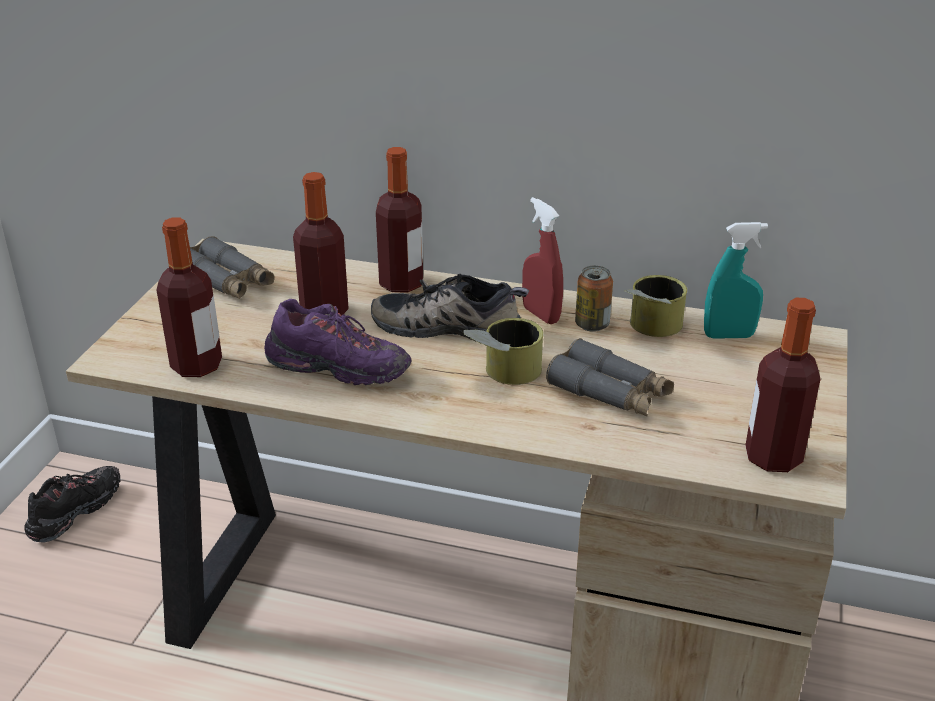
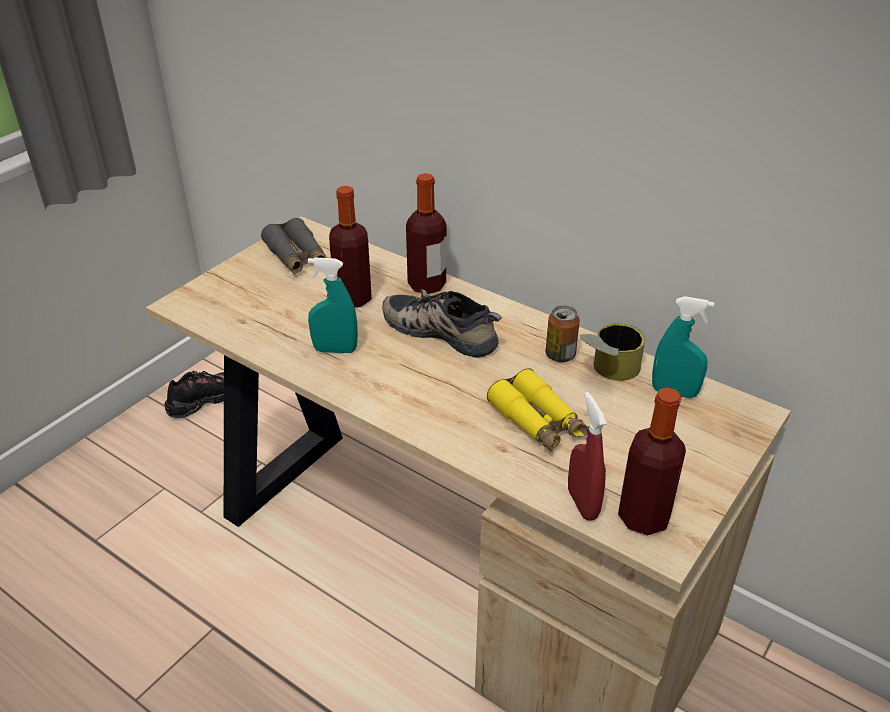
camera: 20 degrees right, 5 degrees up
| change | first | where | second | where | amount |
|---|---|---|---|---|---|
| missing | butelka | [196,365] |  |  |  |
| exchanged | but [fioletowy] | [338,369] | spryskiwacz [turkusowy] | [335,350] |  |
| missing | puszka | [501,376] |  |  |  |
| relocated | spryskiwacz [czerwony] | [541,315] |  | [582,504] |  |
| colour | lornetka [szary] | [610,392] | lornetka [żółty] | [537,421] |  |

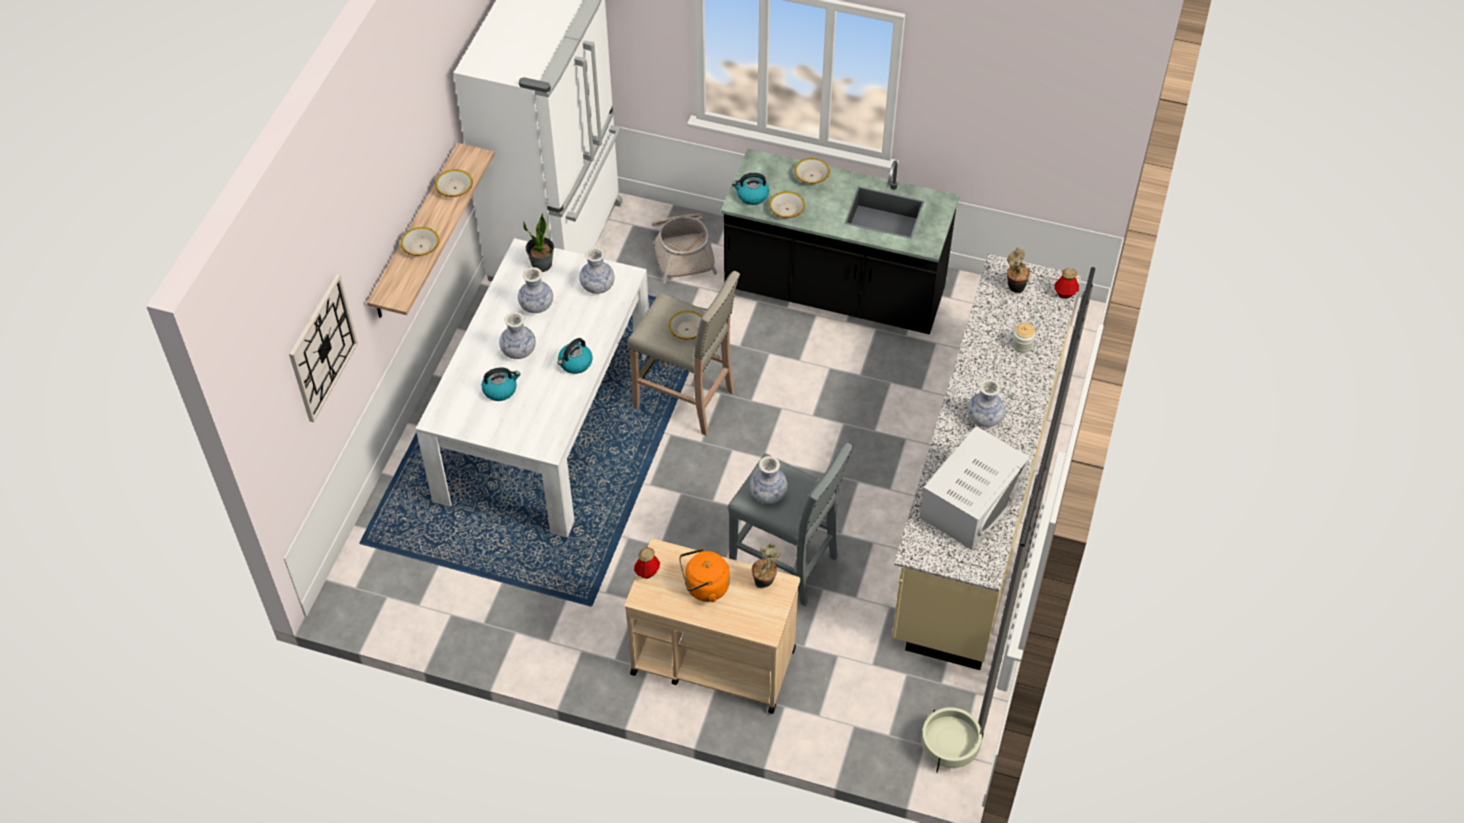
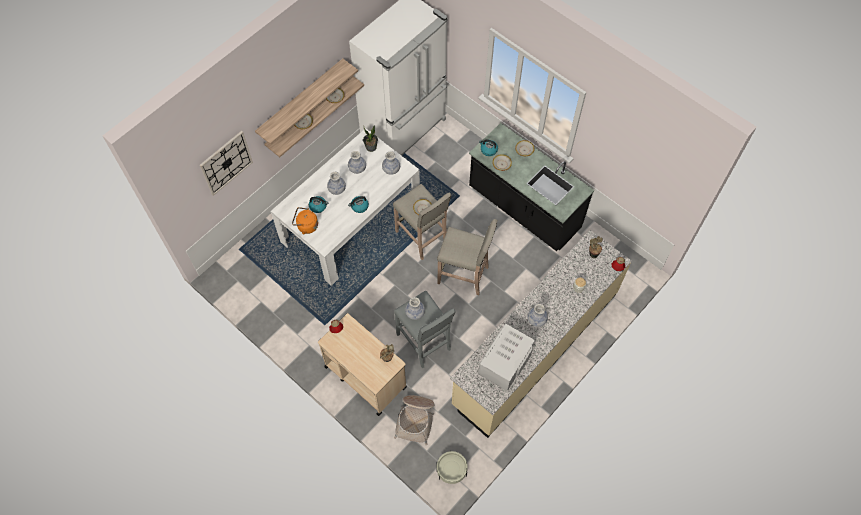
camera: 25 degrees right, 10 degrees up
| change | first | where | second | where | amount |
|---|---|---|---|---|---|
| relocated | koszyk | [682,252] |  | [415,419] |  |
| relocated | czajnik [pomarańczowy] | [704,587] |  | [306,226] |  |
| spun | mikrofalówka [biały] | [971,502] |  | [505,362] | 150 degrees clockwise |
| appeared |  |  | półka | [301,100] |  |
| appeared |  |  | stołek [beżowy] | [464,275] |  |

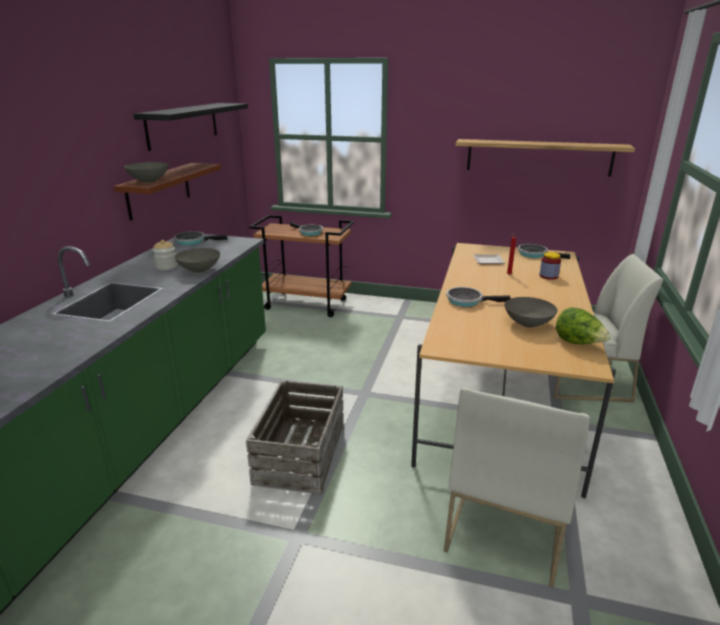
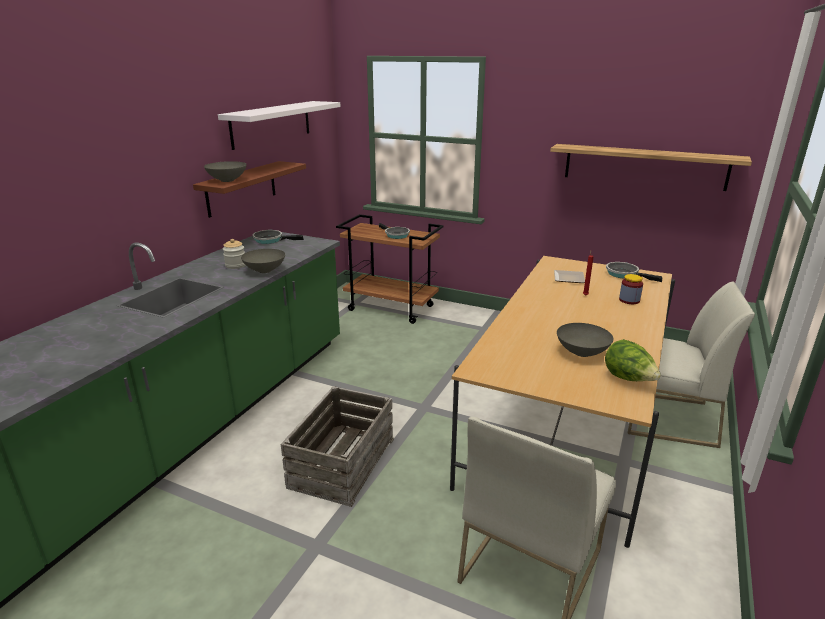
camera: 10 degrees right, 0 degrees up
| change | first | where | second | where | amount |
|---|---|---|---|---|---|
| colour | półka [czarny] | [183,125] | półka [biały] | [271,124] |  |
| missing | patelnia | [467,301] |  |  |  |

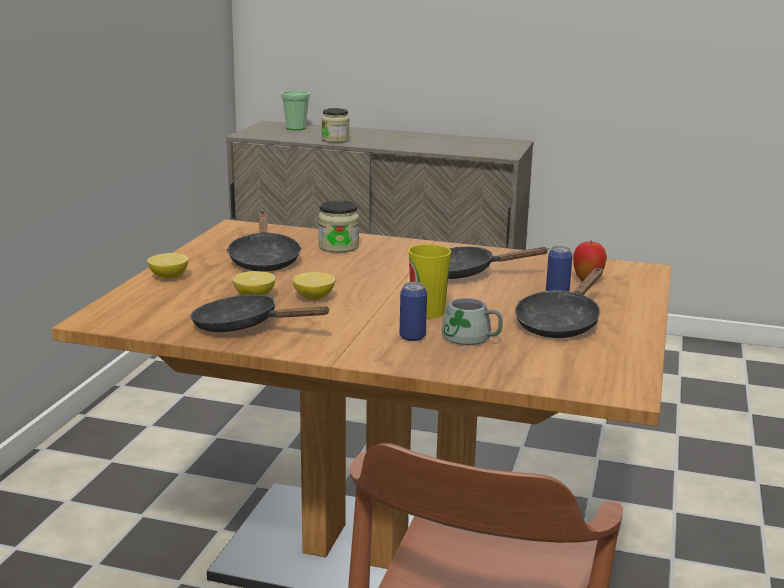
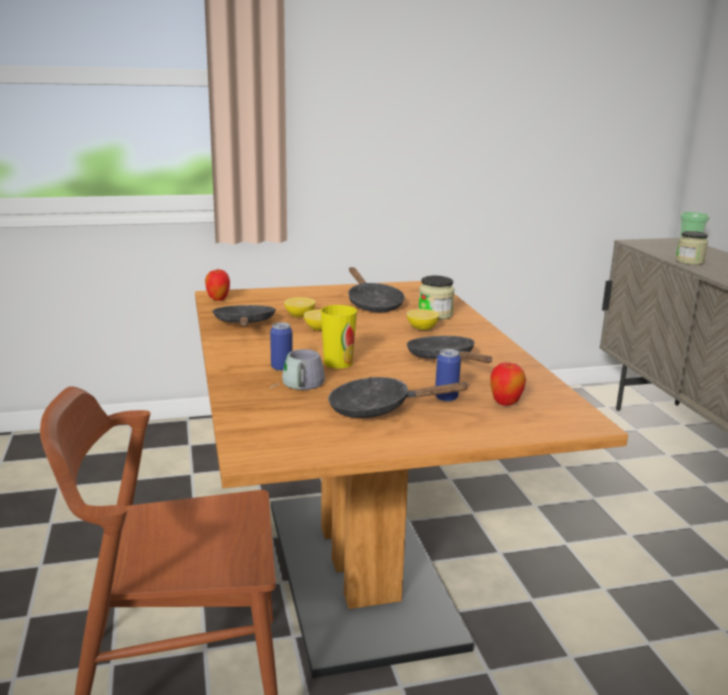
camera: 60 degrees right, 0 degrees up
| change | first | where | second | where | amount |
|---|---|---|---|---|---|
| relocated | cytryna | [169,277] |  | [422,328] |  |
| spun | patelnia [czarny] | [264,259] |  | [372,304] | 75 degrees counterclockwise |
| appeared |  |  | jabłko | [218,299] |  |

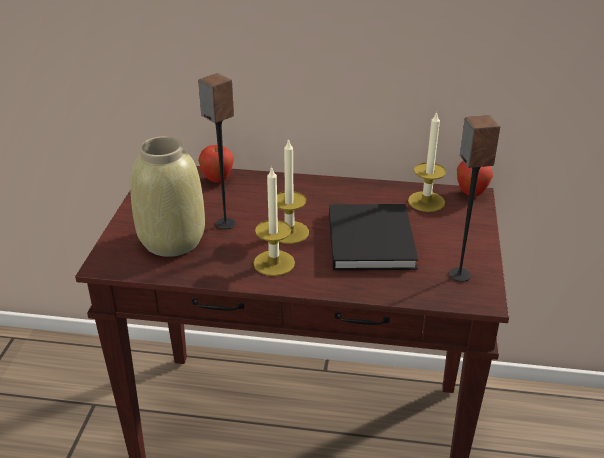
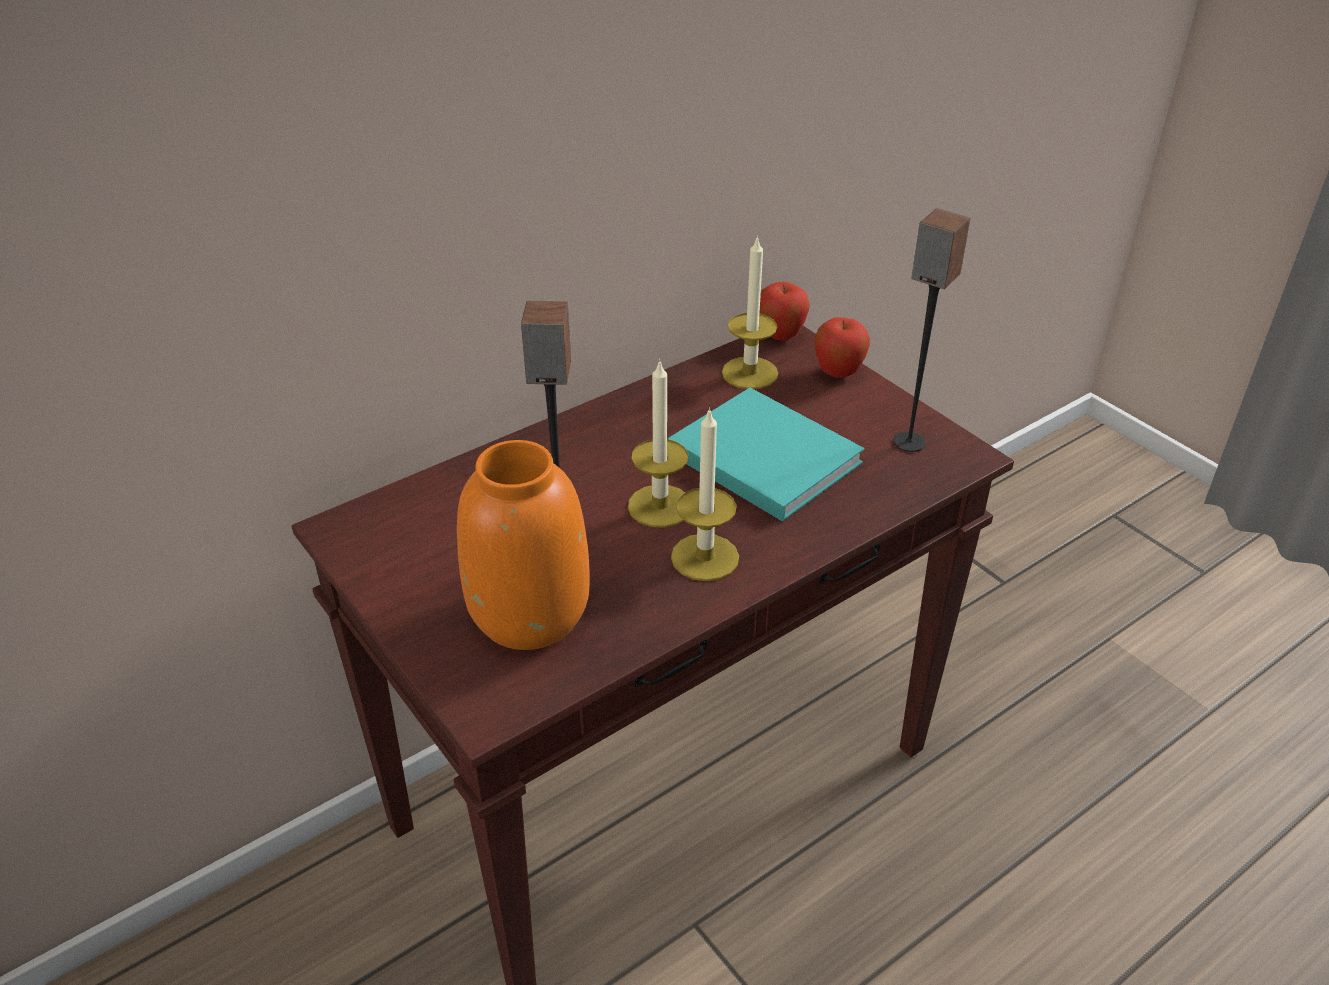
camera: 45 degrees left, 5 degrees up
| change | first | where | second | where | amount |
|---|---|---|---|---|---|
| colour | wazon [beżowy] | [173,241] | wazon [pomarańczowy] | [531,614] |  |
| relocated | jabłko | [217,180] |  | [838,373] |  |
| colour | książka [czarny] | [370,238] | książka [turkusowy] | [760,455] |  |

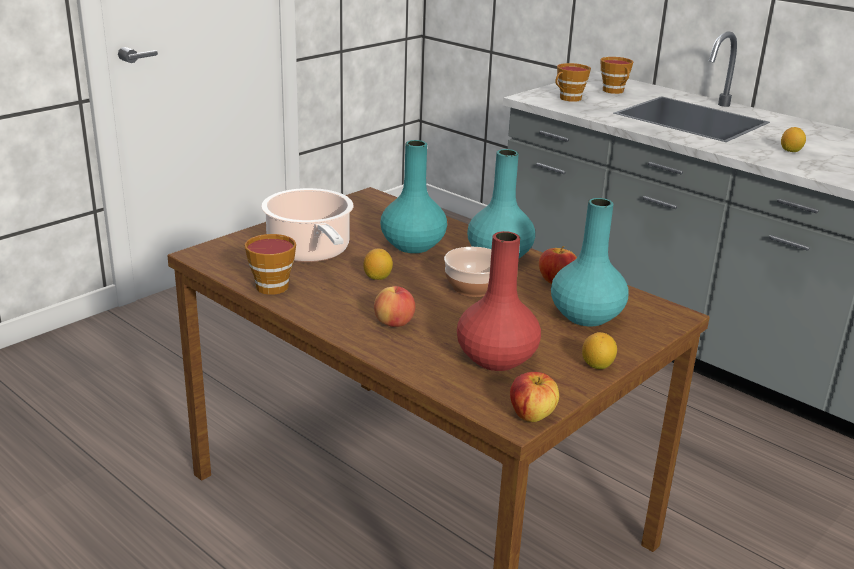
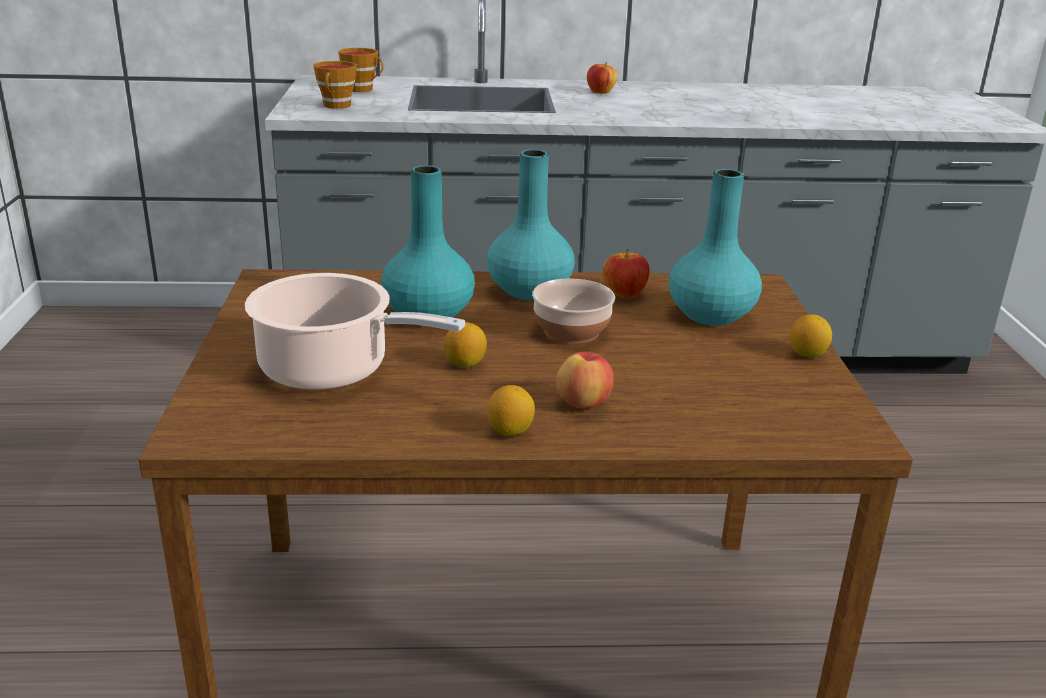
camera: 45 degrees left, 0 degrees up
| change | first | where | second | where | amount |
|---|---|---|---|---|---|
| missing | filiżanka | [271,285] |  |  |  |
| missing | wazon [czerwony] | [495,359] |  |  |  |
| relocated | jabłko | [531,415] |  | [600,92] |  |
| relocated | cytryna | [791,151] |  | [510,431] |  |

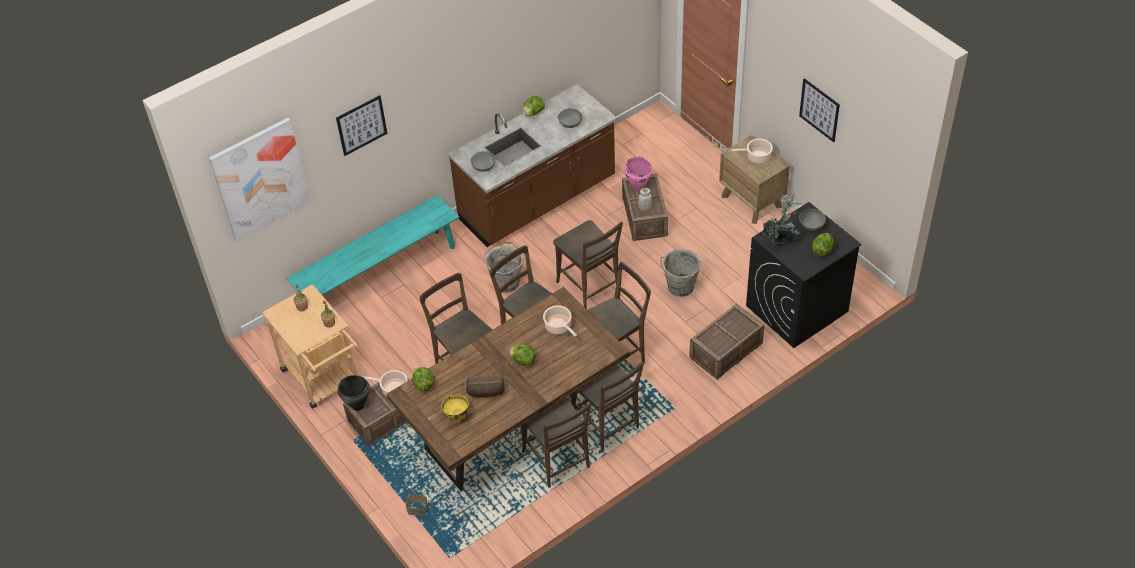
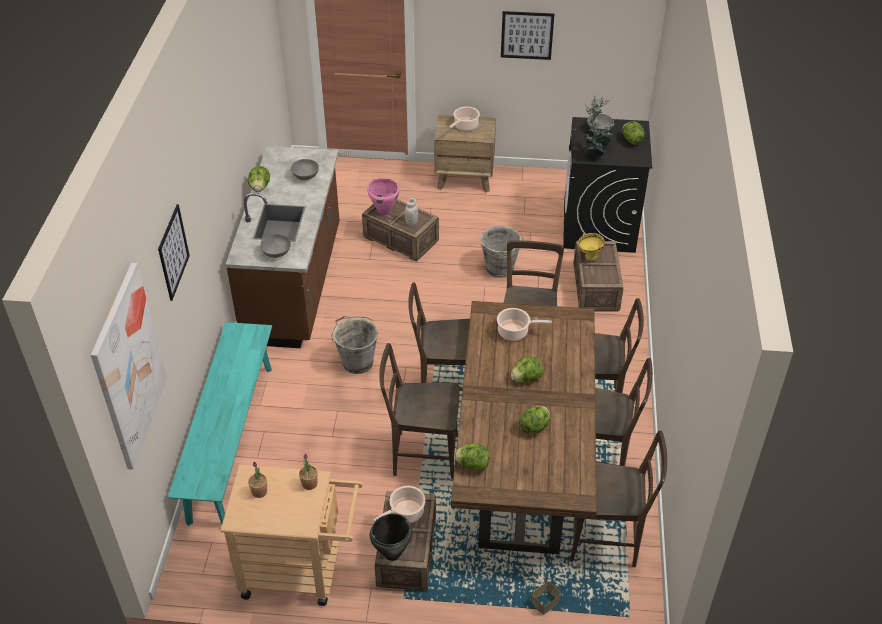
camera: 50 degrees left, 5 degrees down
| change | first | where | second | where | amount |
|---|---|---|---|---|---|
| relocated | miska [żółty] | [456,417] |  | [589,257] |  |
| exchanged | chleb | [486,392] | sałata | [535,427] |  |
| relocated | krzesło [brązowy] | [590,288] |  | [607,540] |  |

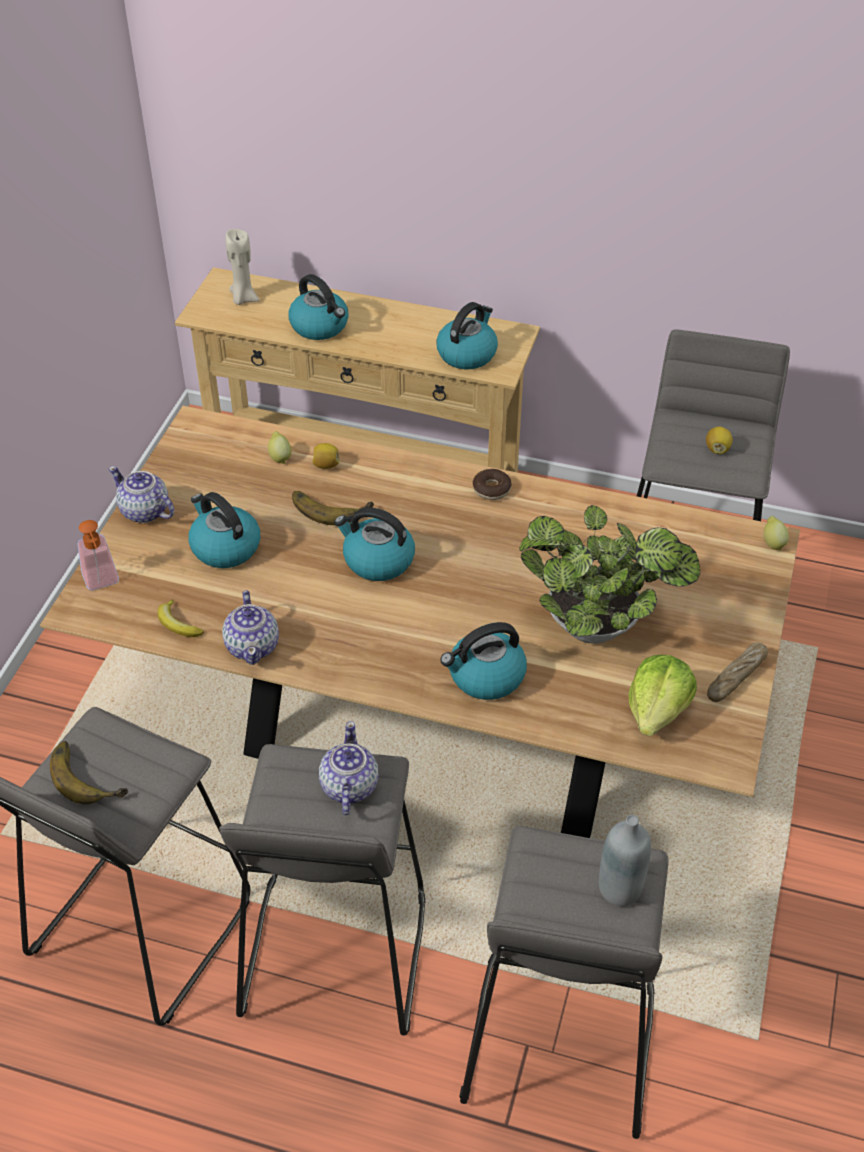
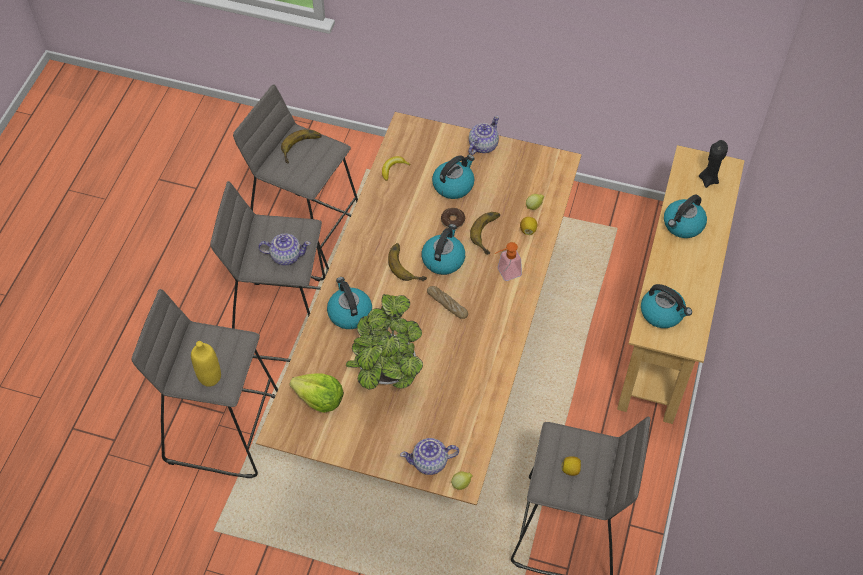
camera: 90 degrees right, 10 degrees up
| change | first | where | second | where | amount |
|---|---|---|---|---|---|
| relocated | dozownik mydła | [102,582] |  | [505,273] |  |
| relocated | imbryk | [253,646] |  | [430,462] |  |
| colour | świeca [beżowy] | [243,298] | świeca [czarny] | [708,179] |  |
| relocated | donut | [491,489] |  | [453,221] |  |
| colour | butelka [szary] | [620,889] | butelka [żółty] | [210,377] |  |
| relocated | chleb | [736,677] |  | [447,304] |  |
| appeared |  |  | banan | [408,264] |  |

